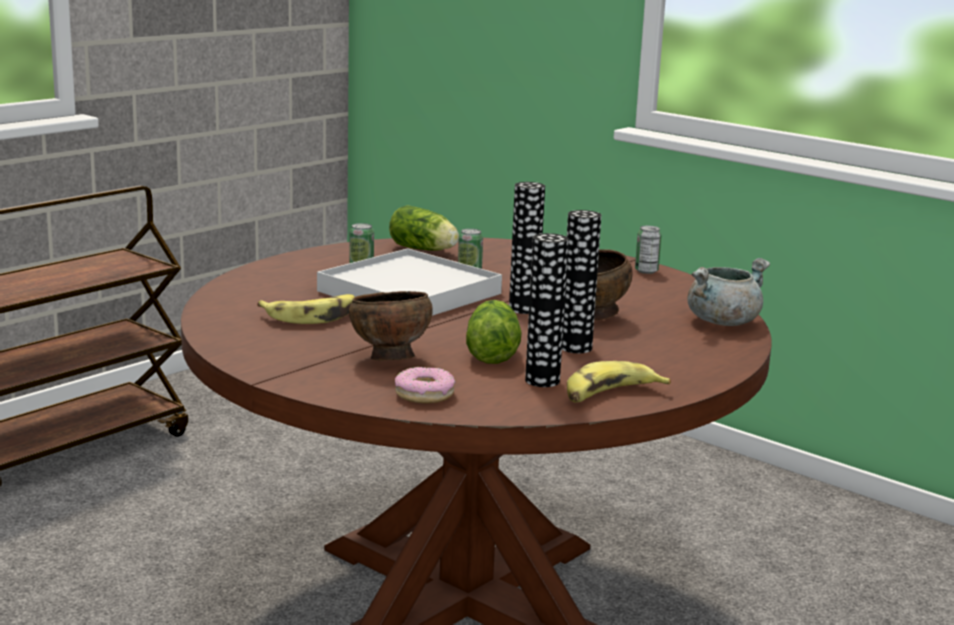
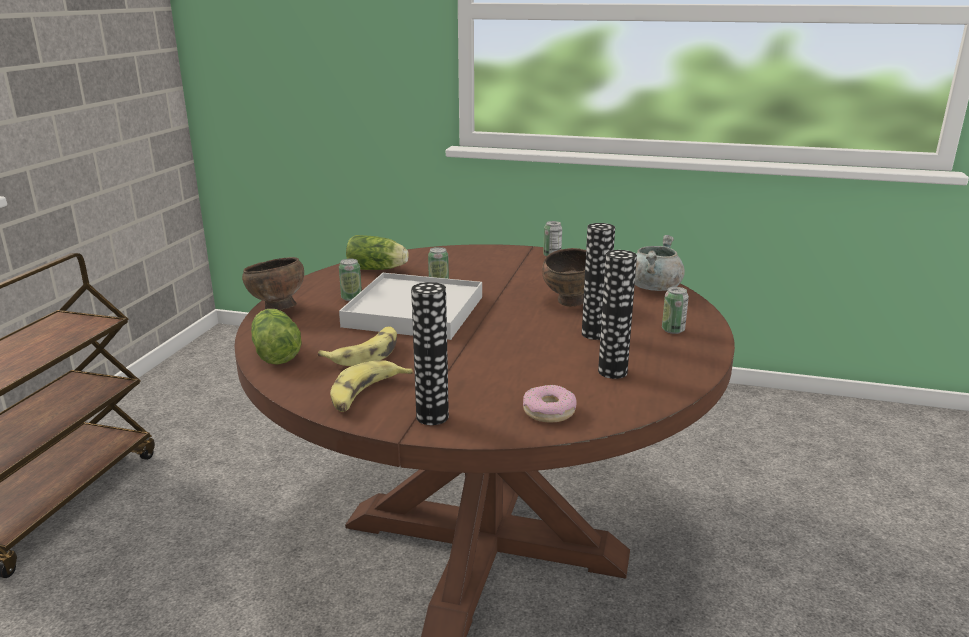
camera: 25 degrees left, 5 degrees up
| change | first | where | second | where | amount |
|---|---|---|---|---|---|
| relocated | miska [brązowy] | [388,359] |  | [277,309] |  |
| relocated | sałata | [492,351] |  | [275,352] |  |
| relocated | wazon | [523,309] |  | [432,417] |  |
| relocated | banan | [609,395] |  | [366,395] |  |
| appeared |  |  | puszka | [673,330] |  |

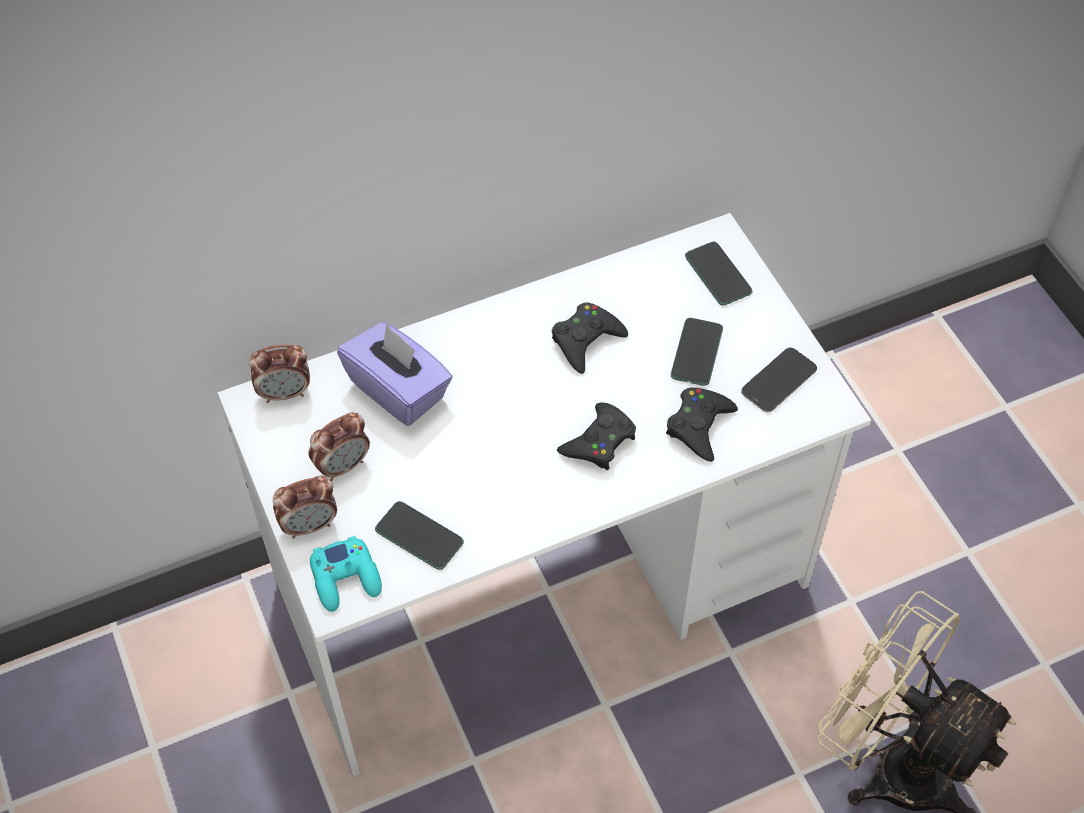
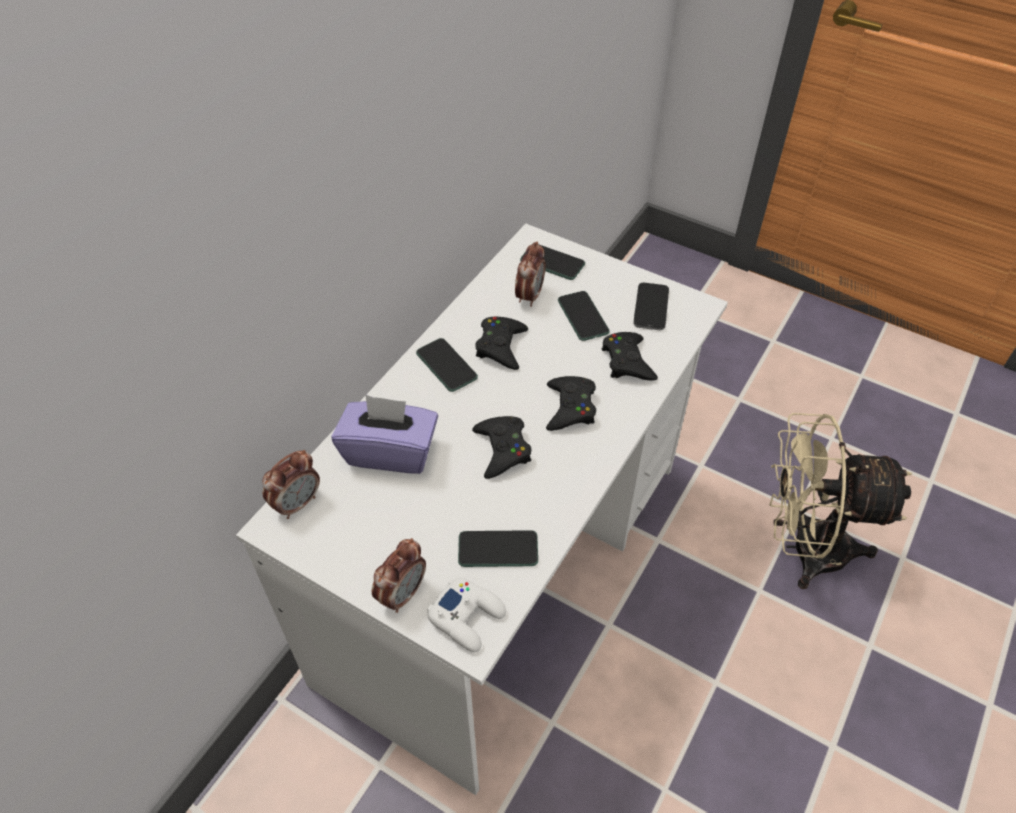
camera: 35 degrees left, 5 degrees down
| change | first | where | second | where | amount |
|---|---|---|---|---|---|
| relocated | budzik | [343,466] |  | [529,296] |  |
| colour | pad do gier [turkusowy] | [346,578] | pad do gier [biały] | [467,617] |  |
| appeared |  |  | telefon | [446,366] |  |
| appeared |  |  | pad do gier [czarny] | [502,450] |  |

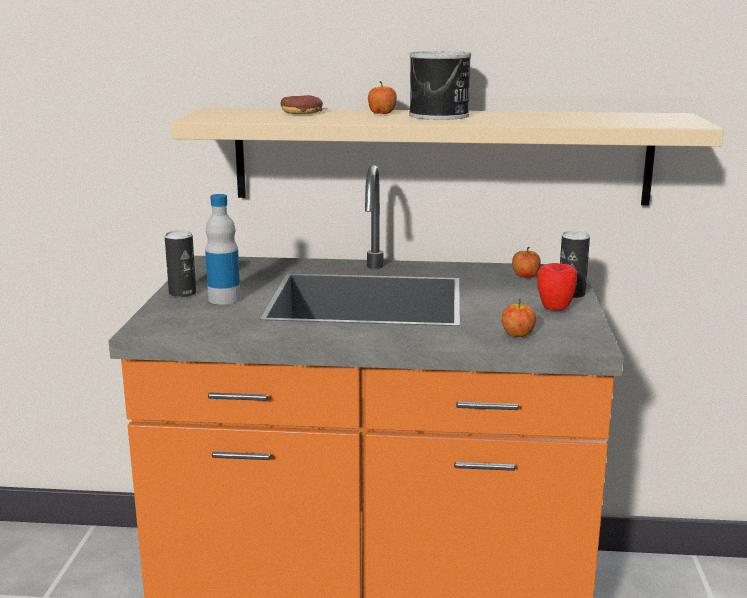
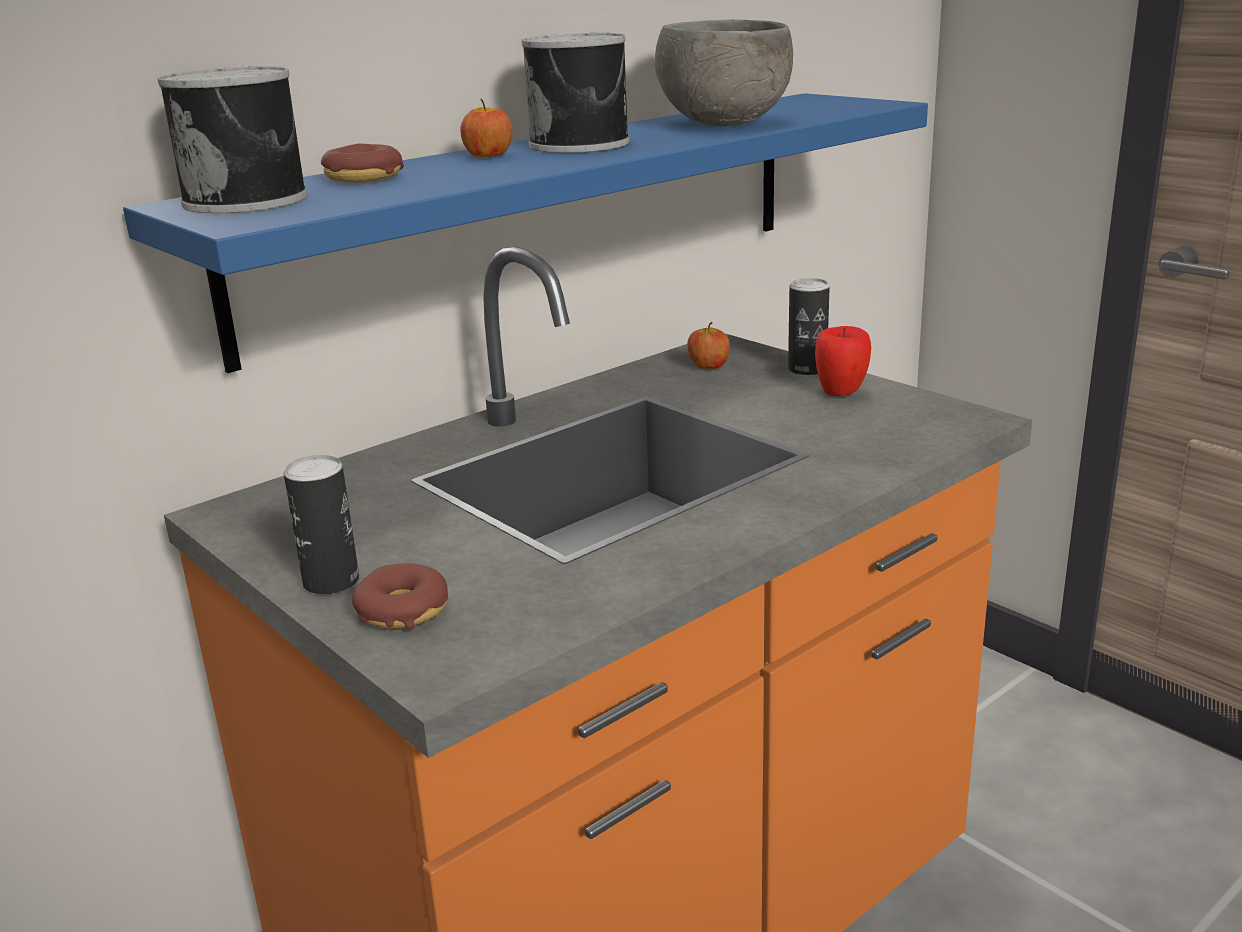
camera: 45 degrees left, 5 degrees up
| change | first | where | second | where | amount |
|---|---|---|---|---|---|
| colour | półka [beżowy] | [440,156] | półka [niebieski] | [538,215] |  |
| missing | butelka | [224,299] |  |  |  |
| missing | jabłko | [517,334] |  |  |  |
| appeared |  |  | puszka | [248,200] |  |
| appeared |  |  | donut | [402,610] |  |
| appeared |  |  | miska [szary] | [723,123] |  |

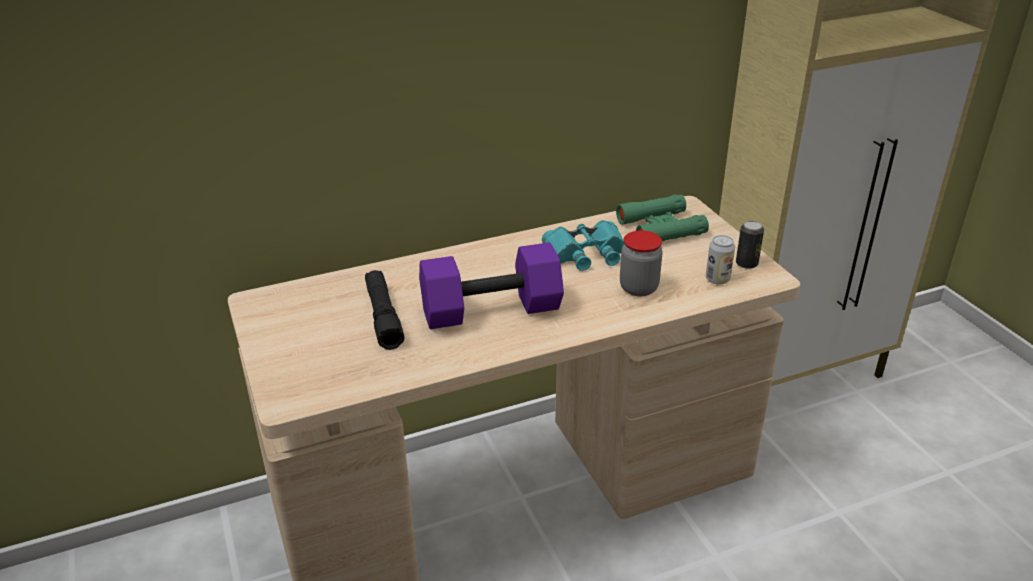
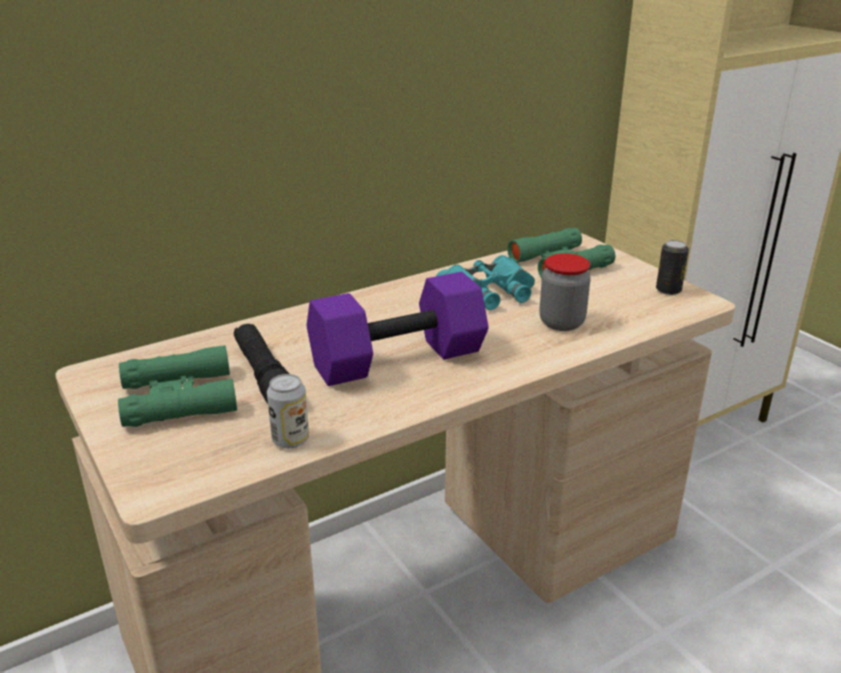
camera: 10 degrees left, 5 degrees down
| change | first | where | second | where | amount |
|---|---|---|---|---|---|
| relocated | puszka | [717,279] |  | [290,440] |  |
| appeared |  |  | lornetka [zielony] | [179,398] |  |

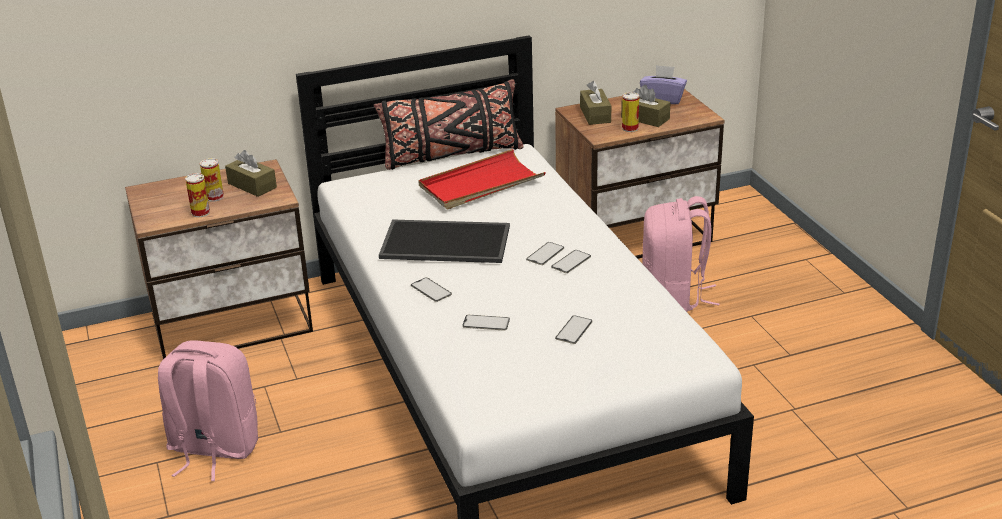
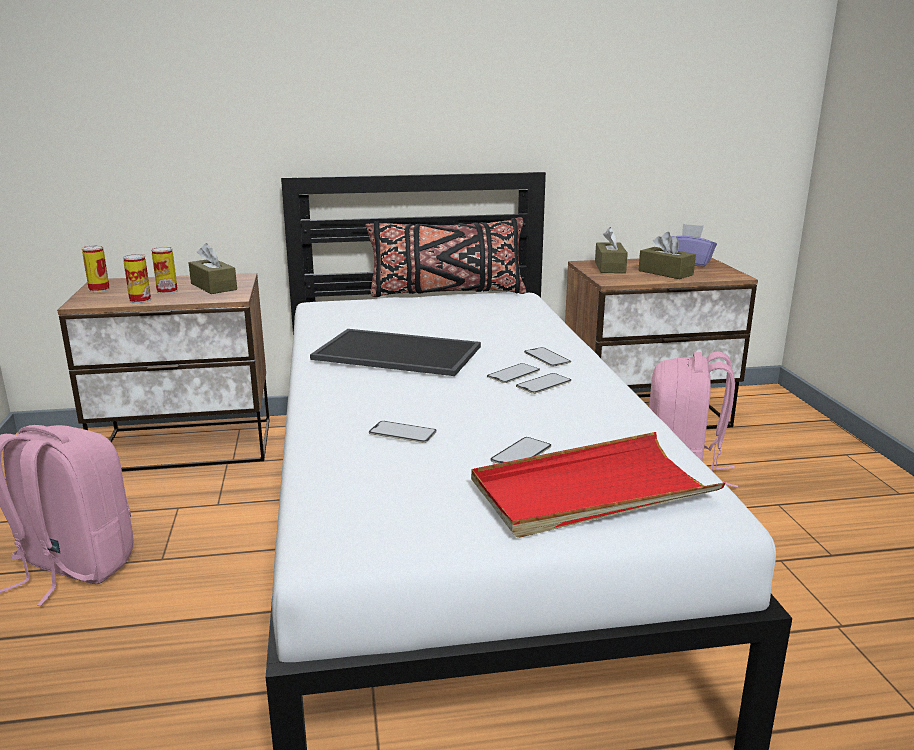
camera: 10 degrees right, 10 degrees down
| change | first | where | second | where | amount |
|---|---|---|---|---|---|
| relocated | telefon | [431,290] |  | [547,357] |  |
| relocated | taca [czerwony] | [480,184] |  | [591,492] |  |
| relocated | puszka | [630,128] |  | [99,289] |  |

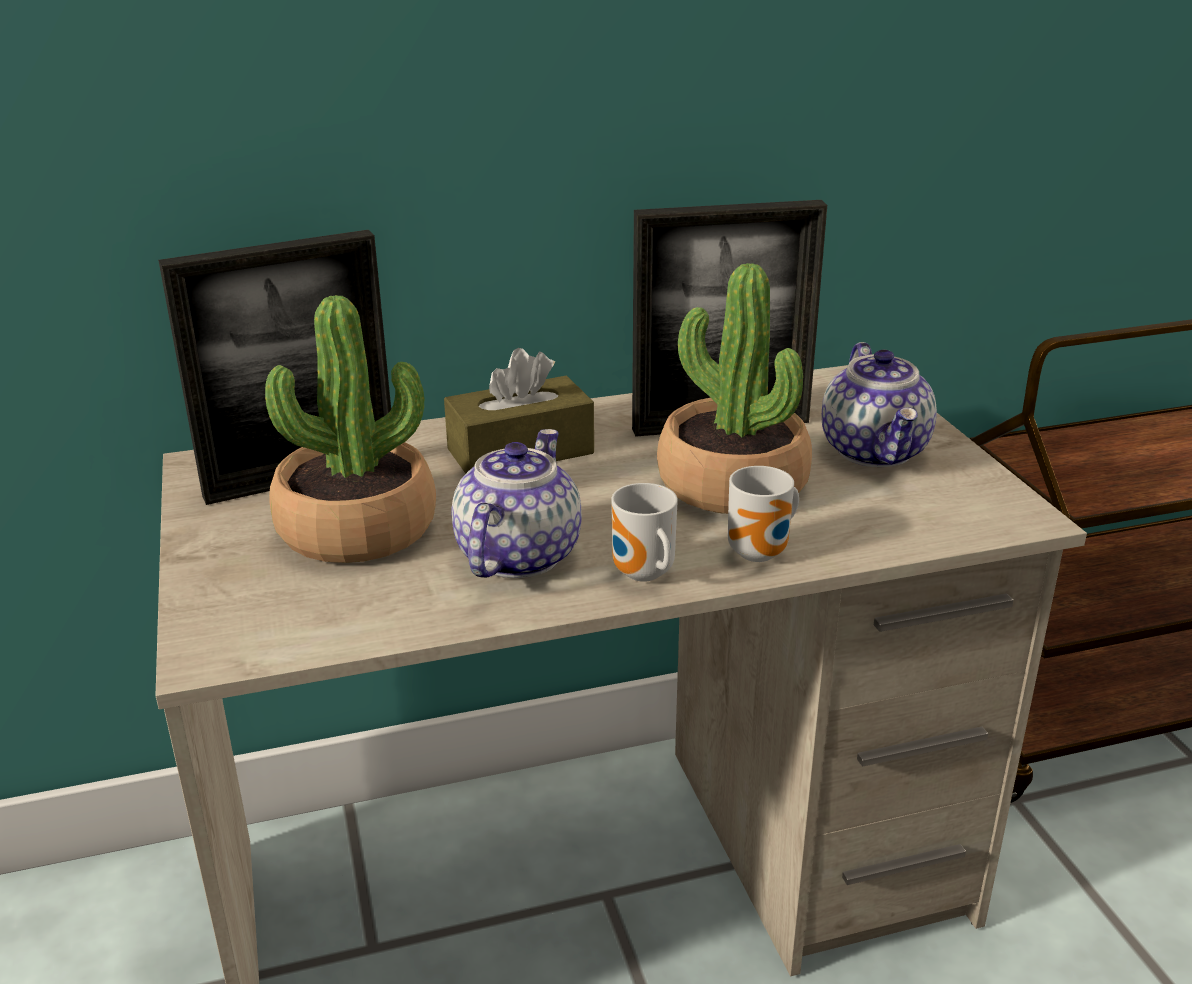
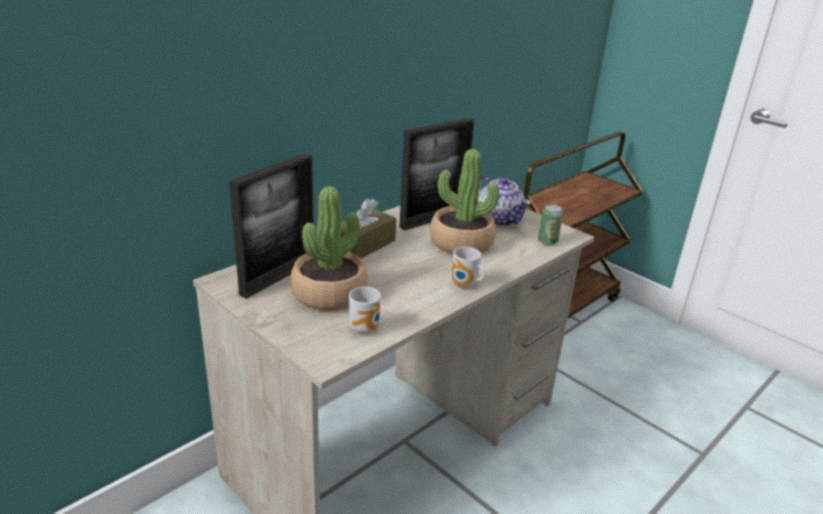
camera: 30 degrees left, 0 degrees up
| change | first | where | second | where | amount |
|---|---|---|---|---|---|
| missing | imbryk | [517,555] |  |  |  |
| relocated | kubek | [762,553] |  | [366,328] |  |
| appeared |  |  | puszka | [547,241] |  |

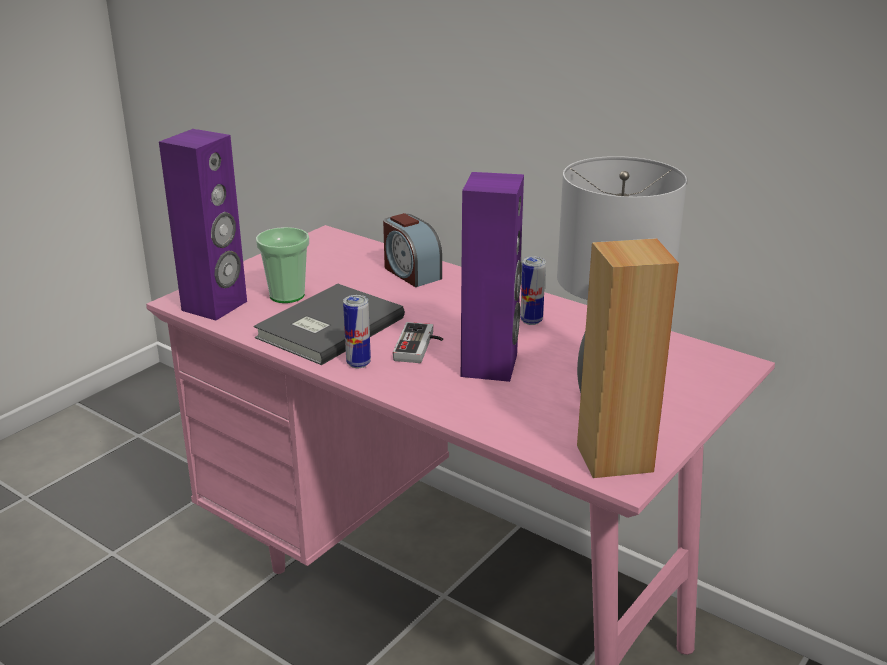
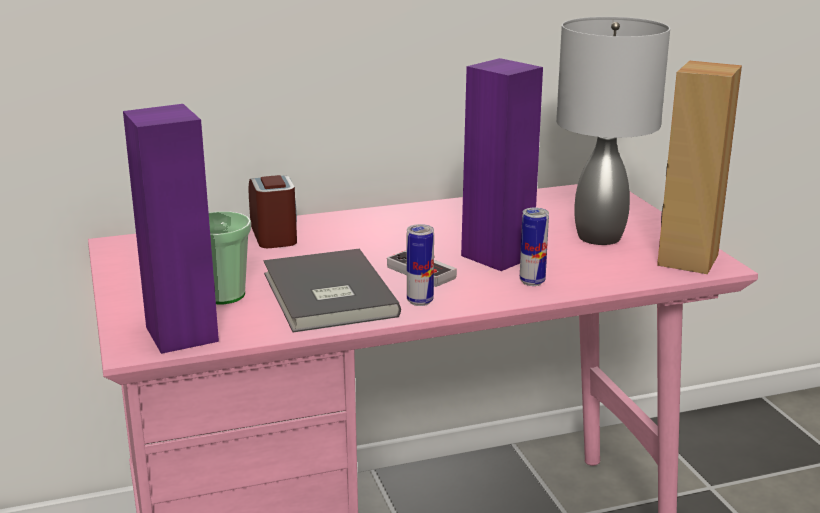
camera: 55 degrees left, 5 degrees down
| change | first | where | second | where | amount |
|---|---|---|---|---|---|
| spun | budzik | [411,273] |  | [274,235] | 105 degrees counterclockwise |
| relocated | puszka | [531,321] |  | [532,282] |  |

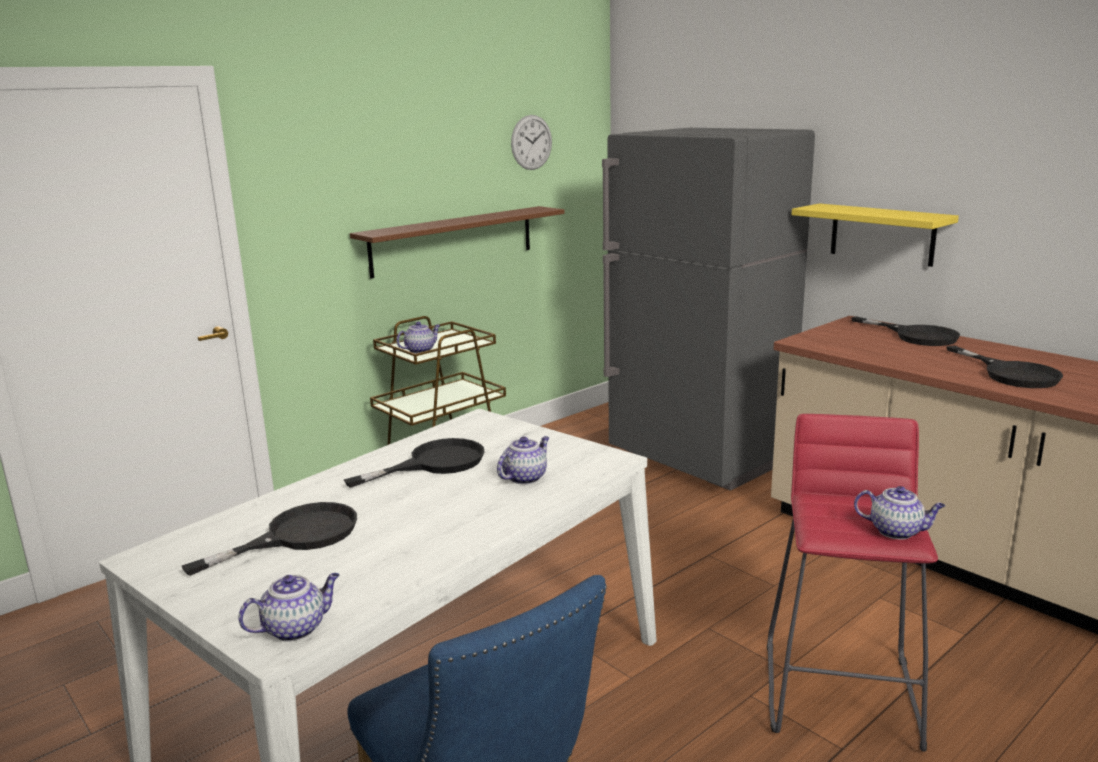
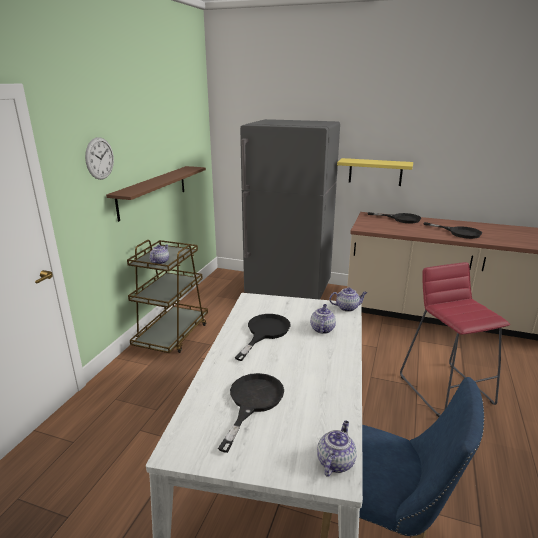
camera: 30 degrees left, 5 degrees up
| change | first | where | second | where | amount |
|---|---|---|---|---|---|
| relocated | zegar ścienny | [531,142] |  | [99,158] |  |
| relocated | imbryk | [897,531] |  | [347,307] |  |

